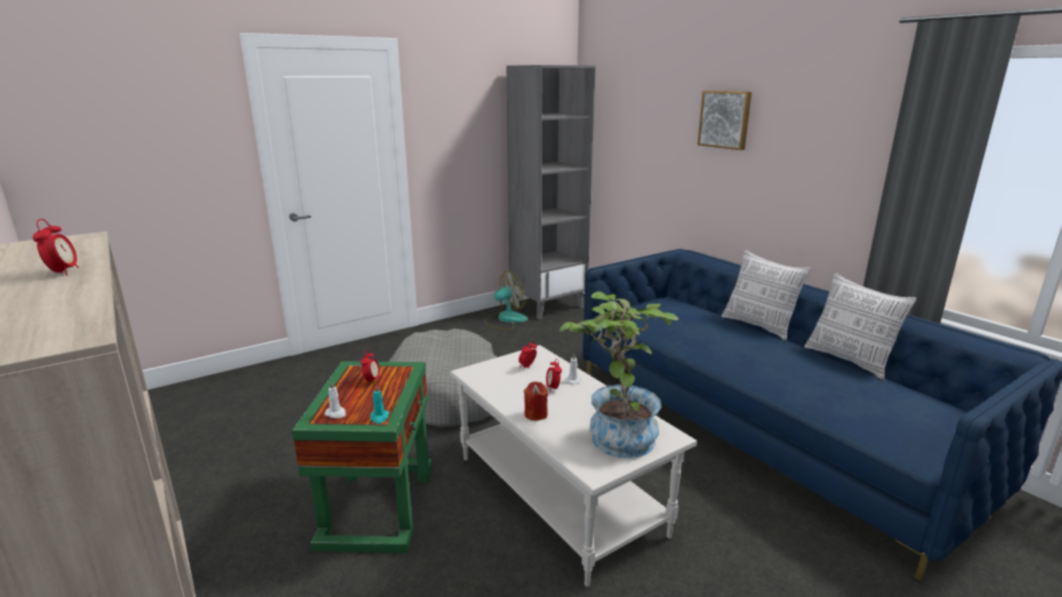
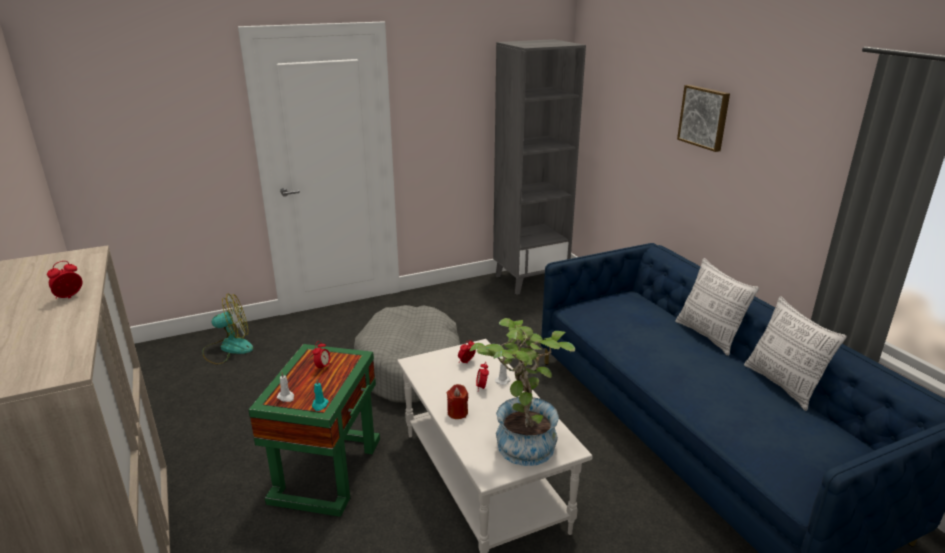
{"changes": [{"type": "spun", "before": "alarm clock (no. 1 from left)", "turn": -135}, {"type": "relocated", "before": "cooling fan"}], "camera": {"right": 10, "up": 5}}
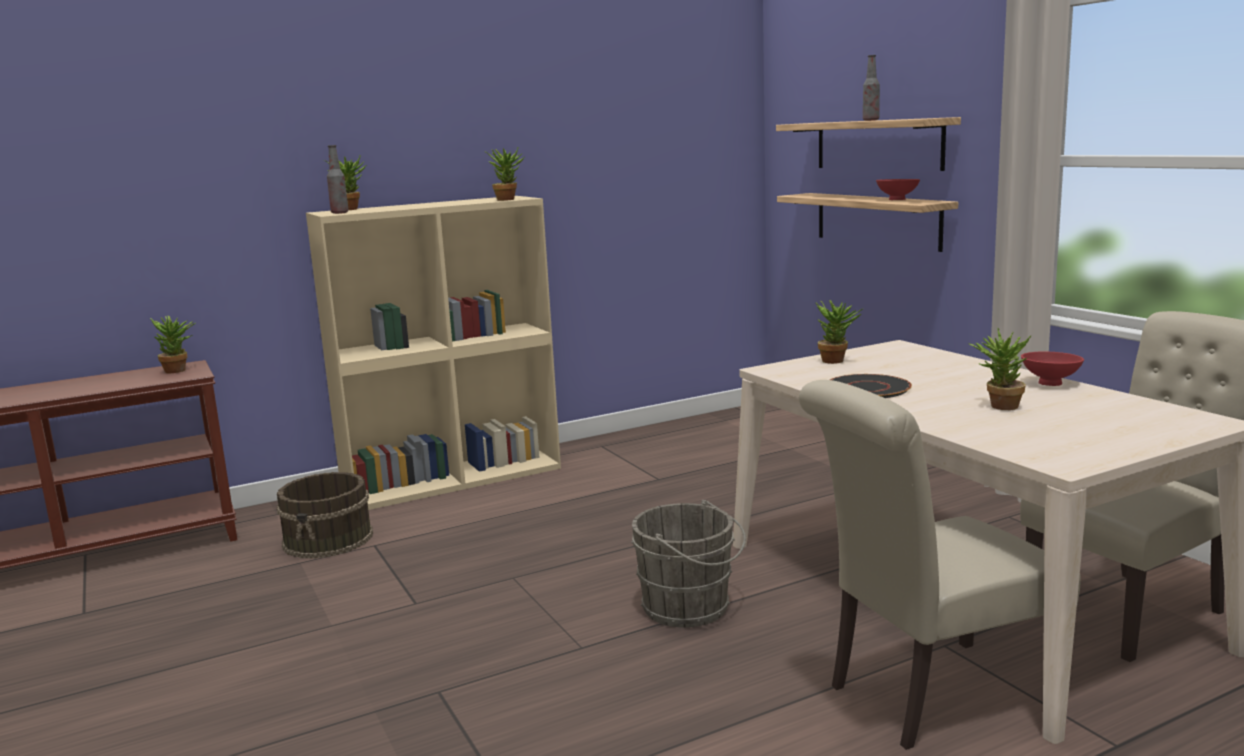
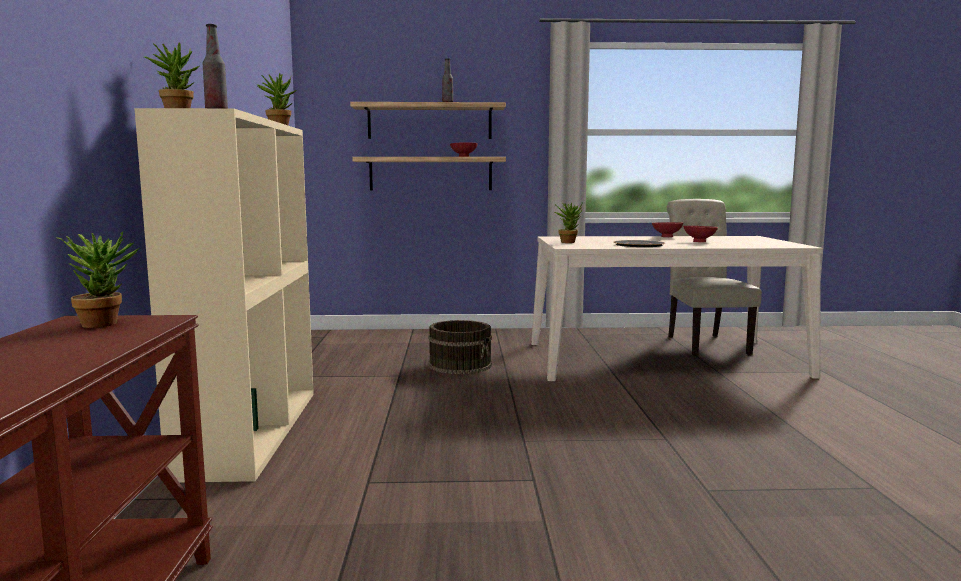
{"changes": [{"type": "exchanged", "before": "plant in a pot (no. 5 from left)", "after": "reddish deep dish (no. 3 from left)"}, {"type": "missing", "before": "sand-coloured upright chair (no. 1 from left)"}, {"type": "relocated", "before": "brownish bucket"}, {"type": "missing", "before": "grey bucket"}], "camera": {"right": -65, "up": -5}}
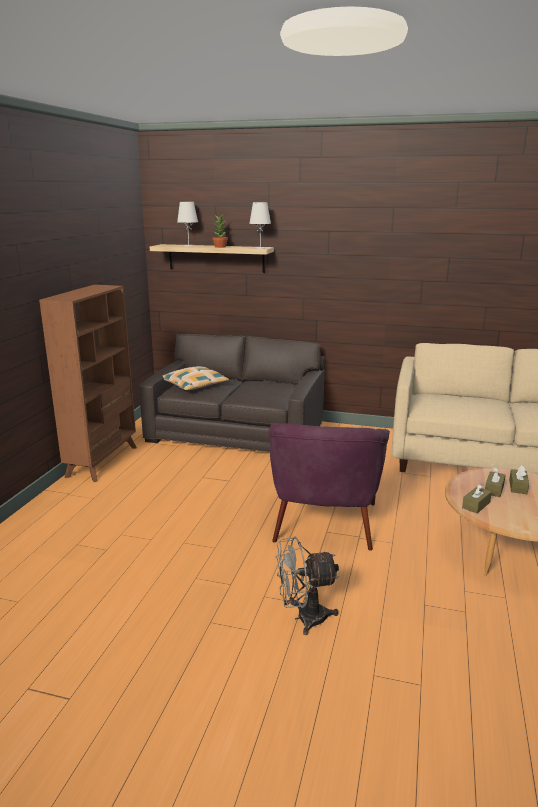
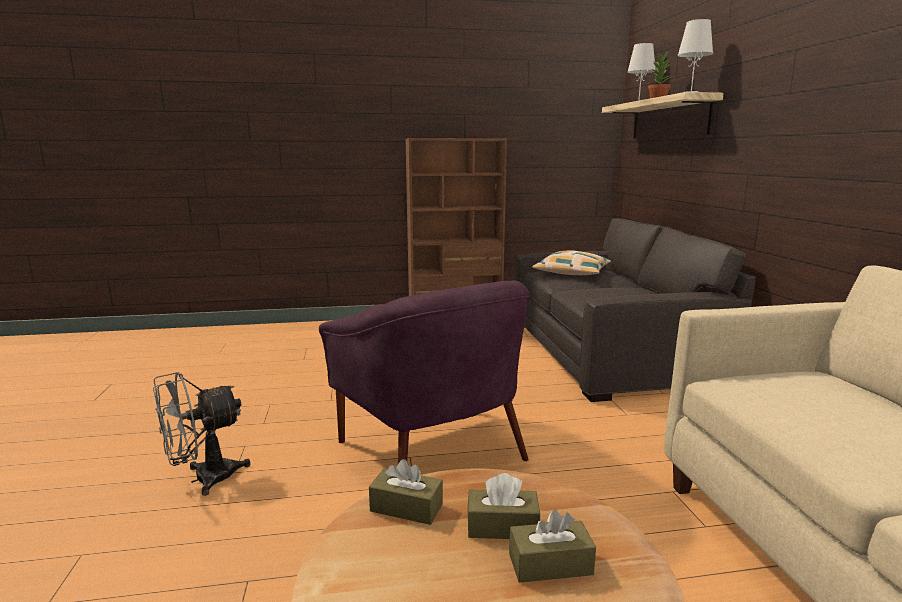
{"changes": [{"type": "spun", "before": "purplish armchair", "turn": -105}, {"type": "spun", "before": "grey cooling fan", "turn": -90}], "camera": {"right": 65, "up": -5}}
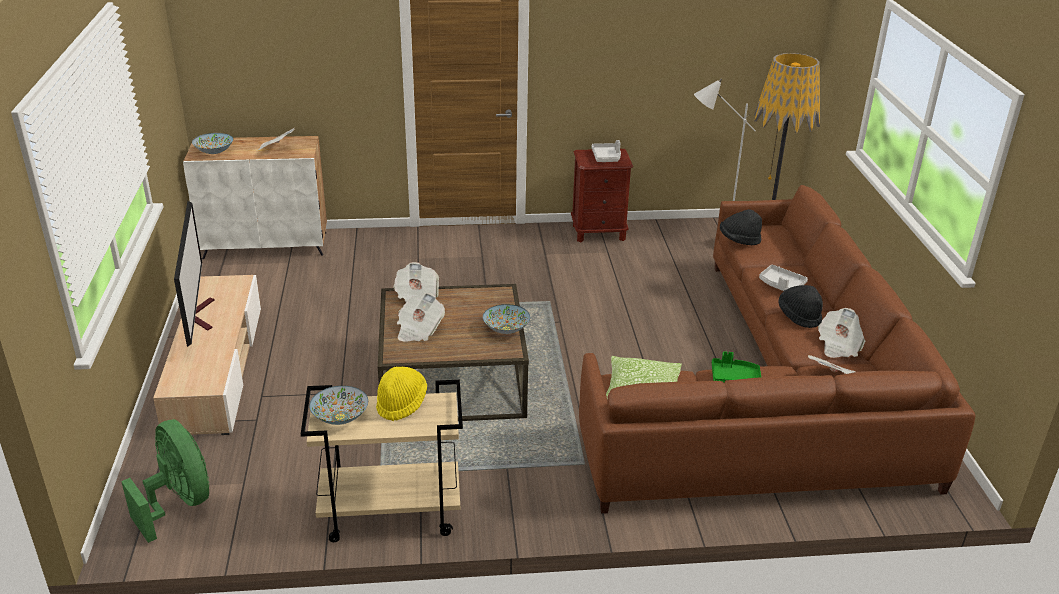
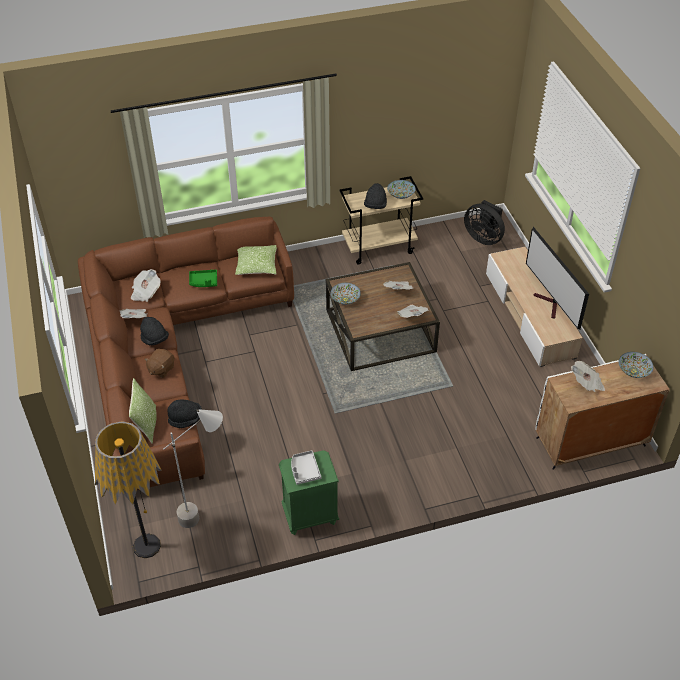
{"changes": [{"type": "colour", "before": "brownish bedside table", "after": "green-coloured bedside table"}, {"type": "exchanged", "before": "grey carrying tray (no. 2 from left)", "after": "brownish plush toy"}, {"type": "colour", "before": "yellowish clothing hat", "after": "black-coloured clothing hat (no. 3 from left)"}, {"type": "colour", "before": "green-coloured cooling fan", "after": "black-coloured cooling fan"}, {"type": "appeared", "after": "pillow (no. 1 from left)"}], "camera": {"right": 170, "up": 15}}
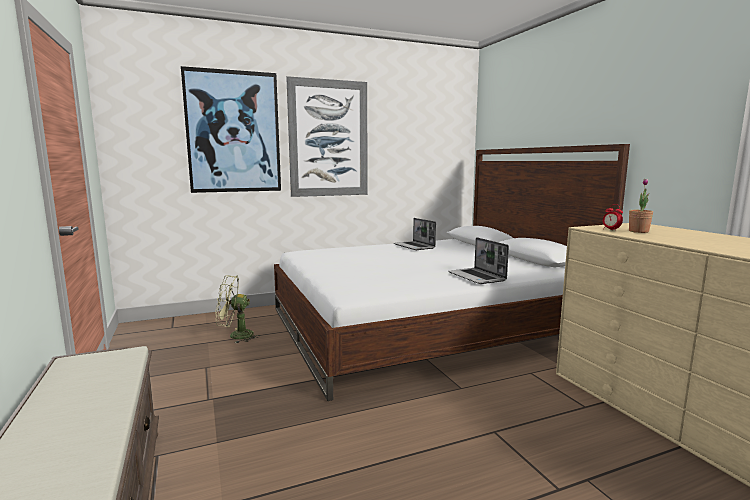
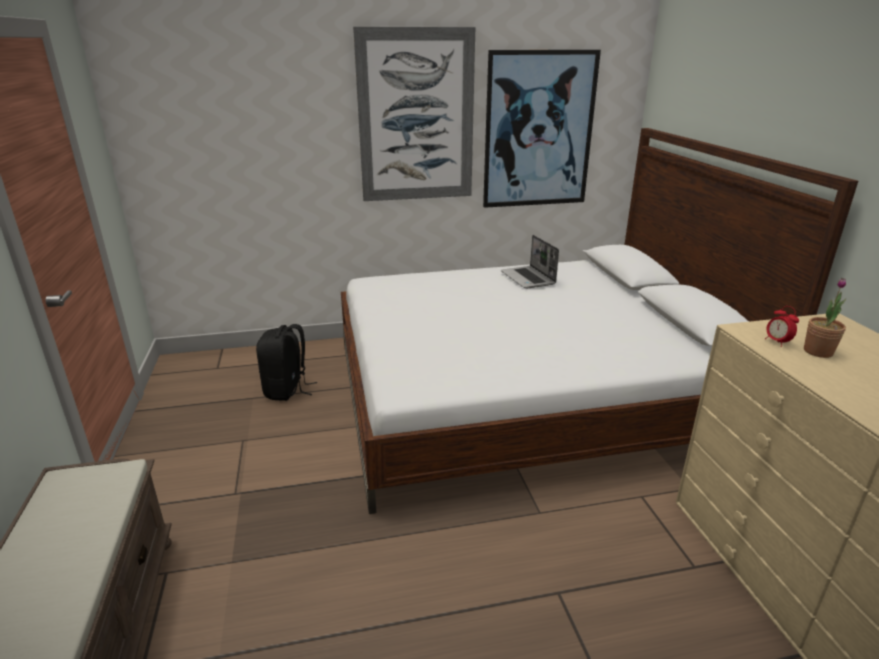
{"changes": [{"type": "relocated", "before": "picture (no. 1 from left in the first image)", "after": "picture (no. 2 from left)"}, {"type": "missing", "before": "laptop (no. 2 from left)"}, {"type": "exchanged", "before": "green-coloured cooling fan", "after": "black-coloured rucksack"}], "camera": {"right": 10, "up": 15}}
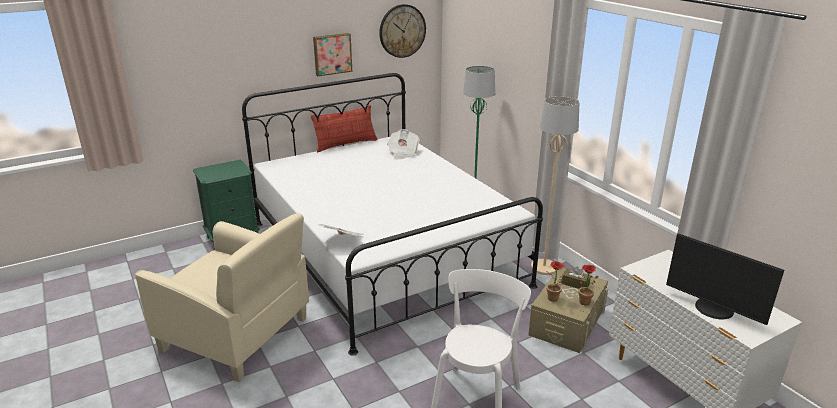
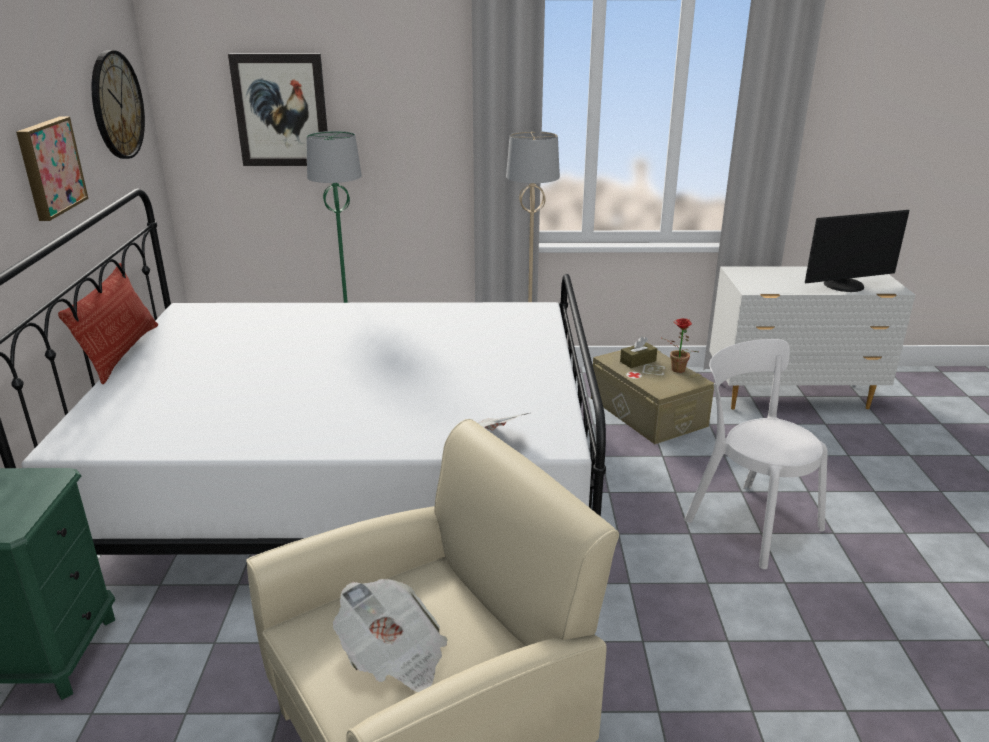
{"changes": [{"type": "relocated", "before": "printed paper (no. 2 from left in the first image)", "after": "printed paper (no. 1 from left)"}, {"type": "missing", "before": "plant in a pot (no. 1 from left)"}, {"type": "appeared", "after": "picture (no. 2 from left)"}], "camera": {"right": -60, "up": 0}}
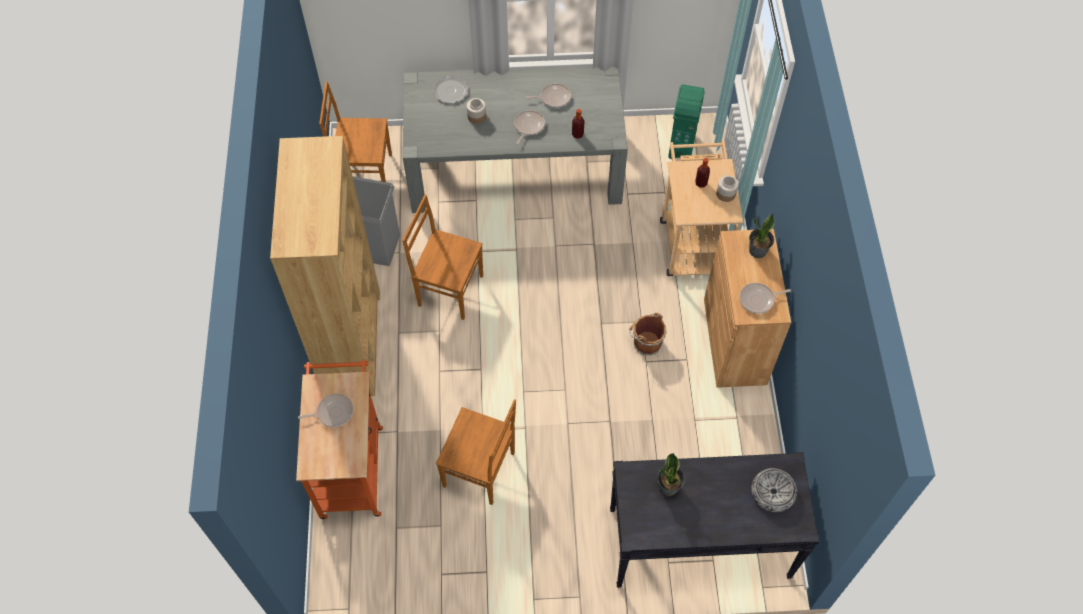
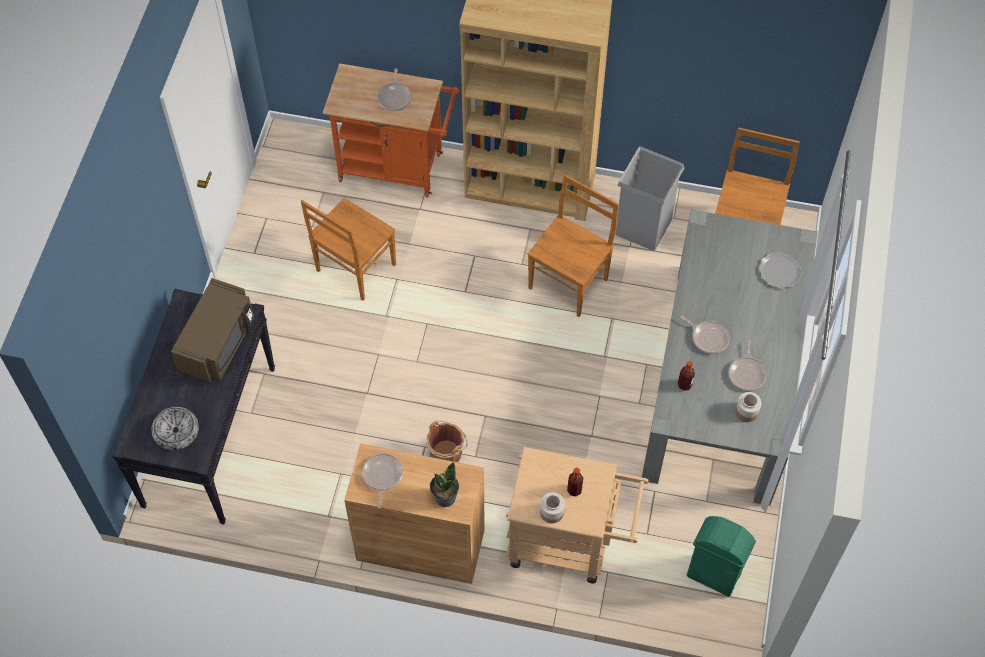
{"changes": [{"type": "relocated", "before": "jar (no. 1 from left in the first image)", "after": "jar (no. 2 from left)"}, {"type": "exchanged", "before": "plant in a pot (no. 1 from left)", "after": "brownish microwave"}], "camera": {"right": 105, "up": 0}}
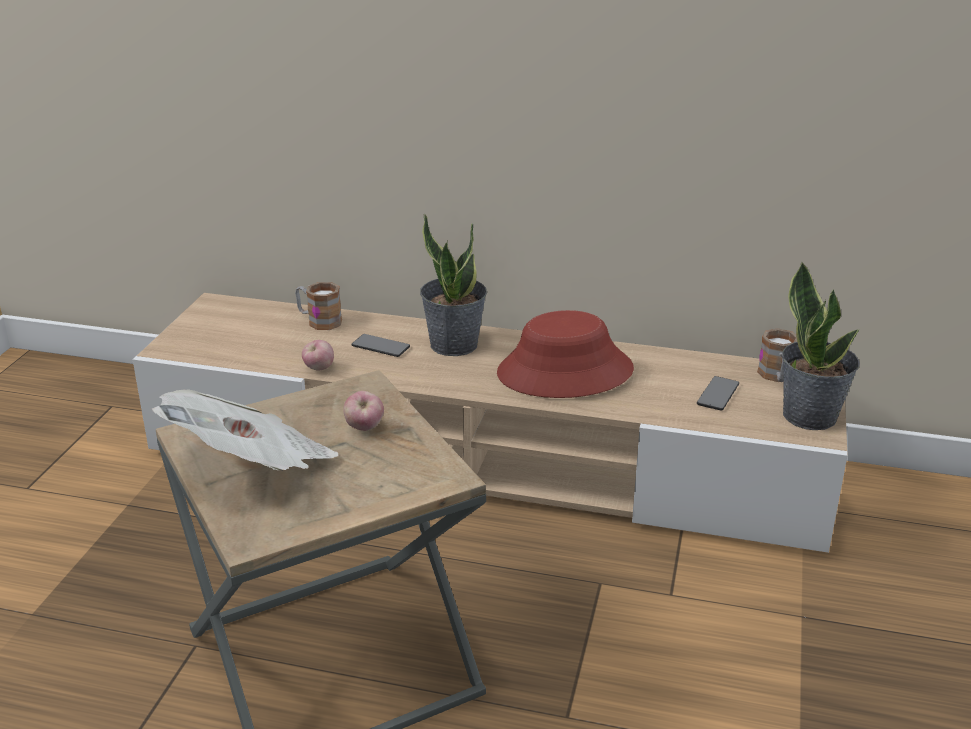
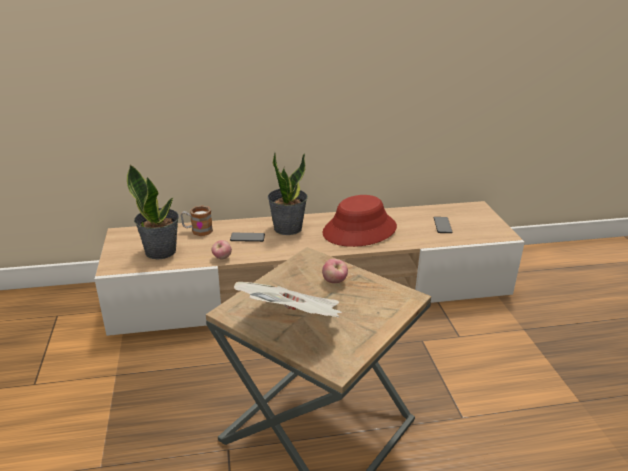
{"changes": [{"type": "relocated", "before": "plant in a pot (no. 2 from left in the first image)", "after": "plant in a pot (no. 1 from left)"}, {"type": "missing", "before": "coffee mug (no. 2 from left)"}], "camera": {"right": -25, "up": 0}}
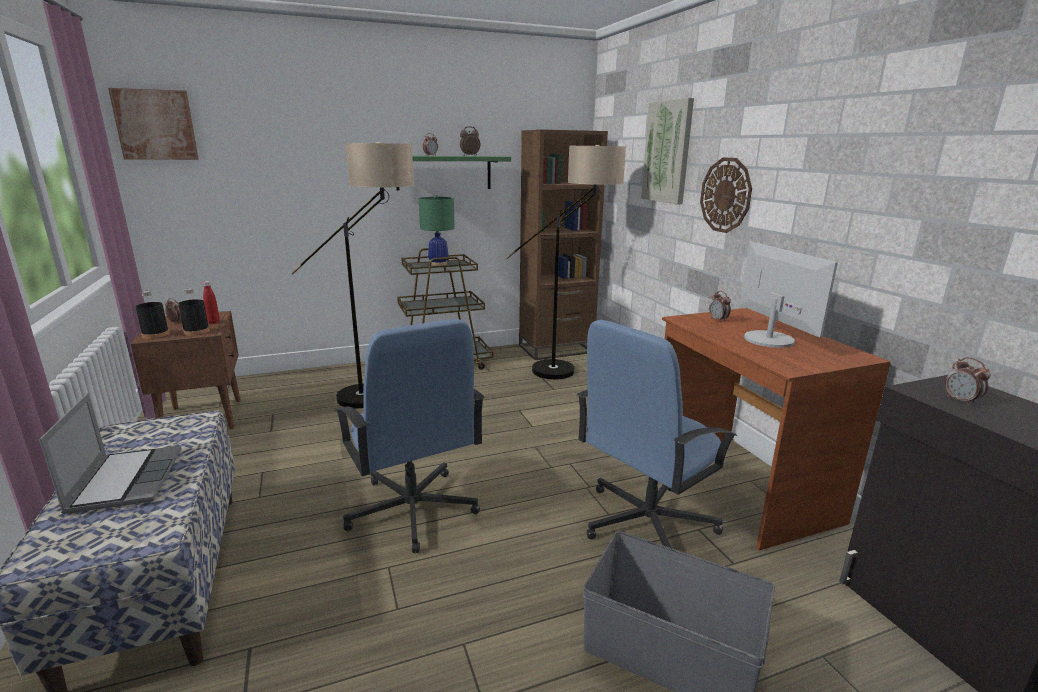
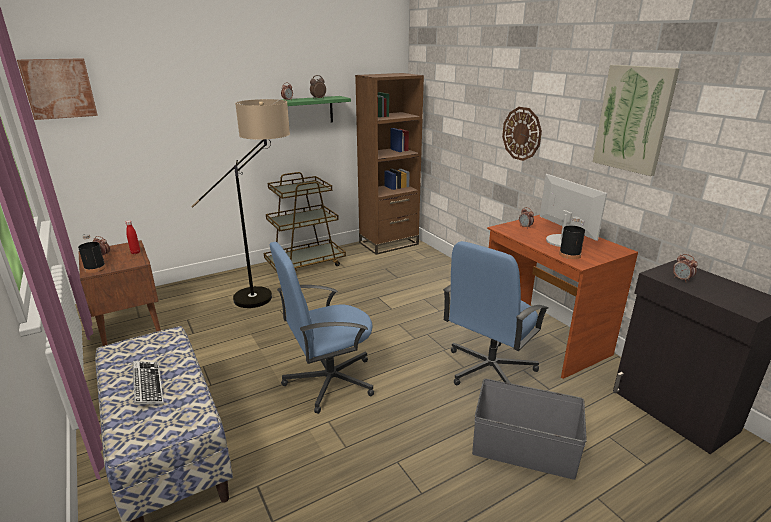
{"changes": [{"type": "relocated", "before": "picture (no. 2 from left)"}, {"type": "missing", "before": "standard lamp (no. 2 from left)"}, {"type": "missing", "before": "green-coloured table lamp"}, {"type": "relocated", "before": "black-coloured bottle (no. 2 from left)"}, {"type": "spun", "before": "bluish desk chair (no. 1 from left)", "turn": 105}, {"type": "exchanged", "before": "laptop", "after": "PC keyboard"}], "camera": {"right": -10, "up": 5}}
